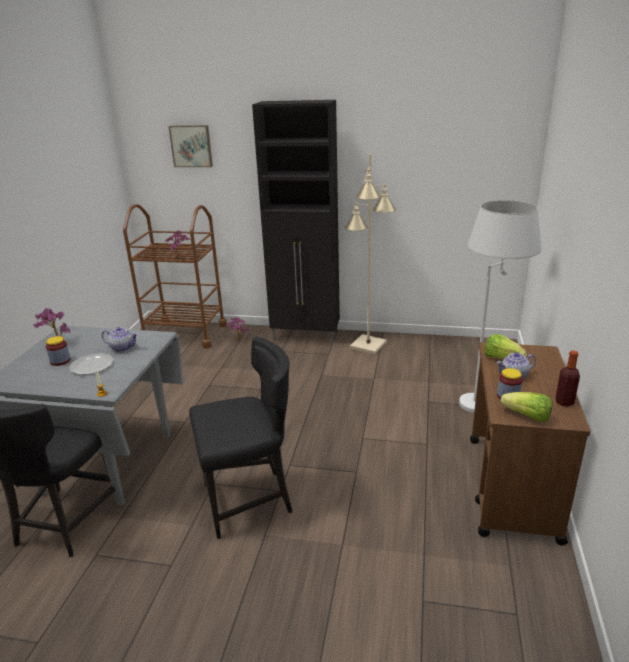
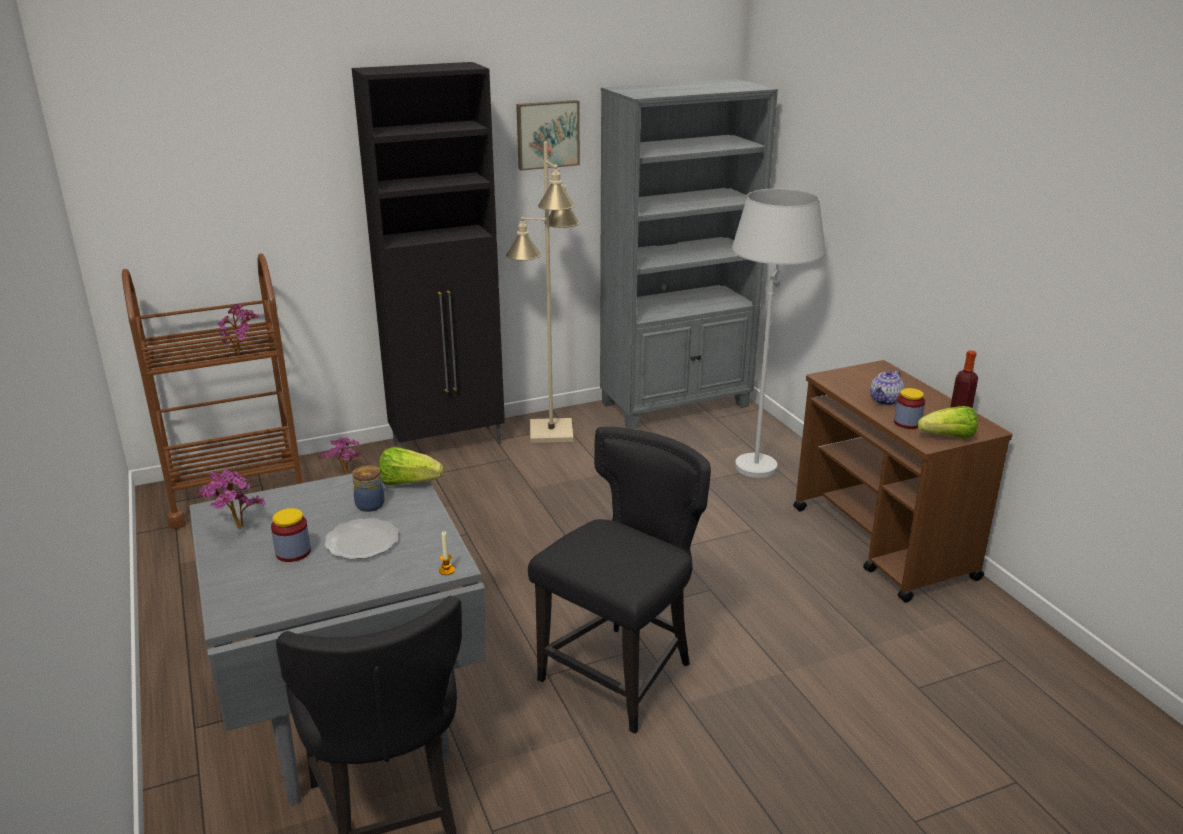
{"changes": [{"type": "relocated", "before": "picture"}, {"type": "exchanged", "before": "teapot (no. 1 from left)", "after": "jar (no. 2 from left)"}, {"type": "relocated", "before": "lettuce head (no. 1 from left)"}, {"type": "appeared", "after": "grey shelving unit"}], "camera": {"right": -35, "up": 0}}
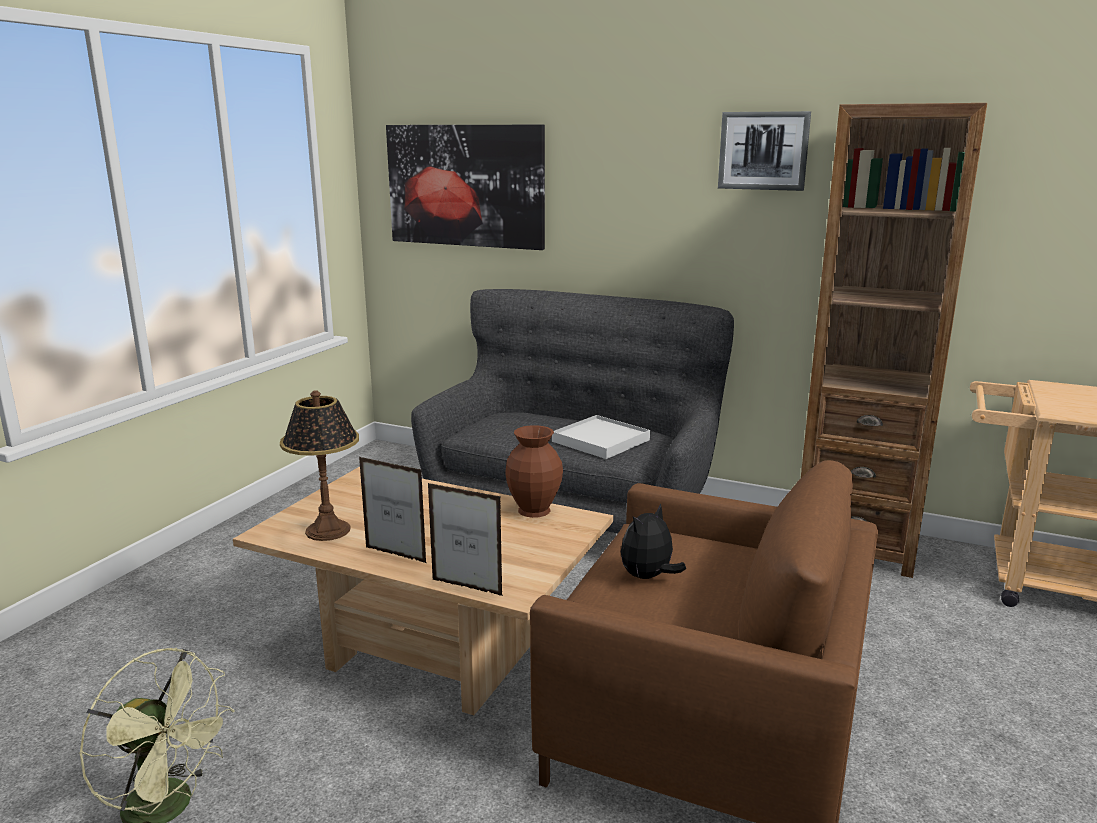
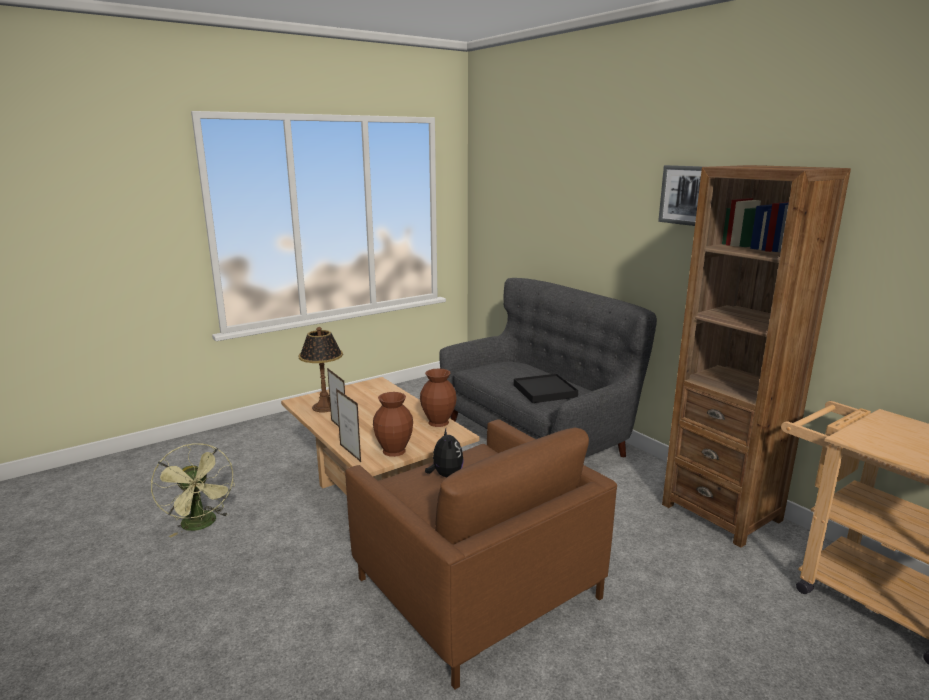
{"changes": [{"type": "missing", "before": "picture (no. 1 from left)"}, {"type": "colour", "before": "white carrying tray", "after": "black-coloured carrying tray"}, {"type": "spun", "before": "plush toy", "turn": 90}, {"type": "appeared", "after": "brownish decorative vase (no. 1 from left)"}], "camera": {"right": 30, "up": 0}}
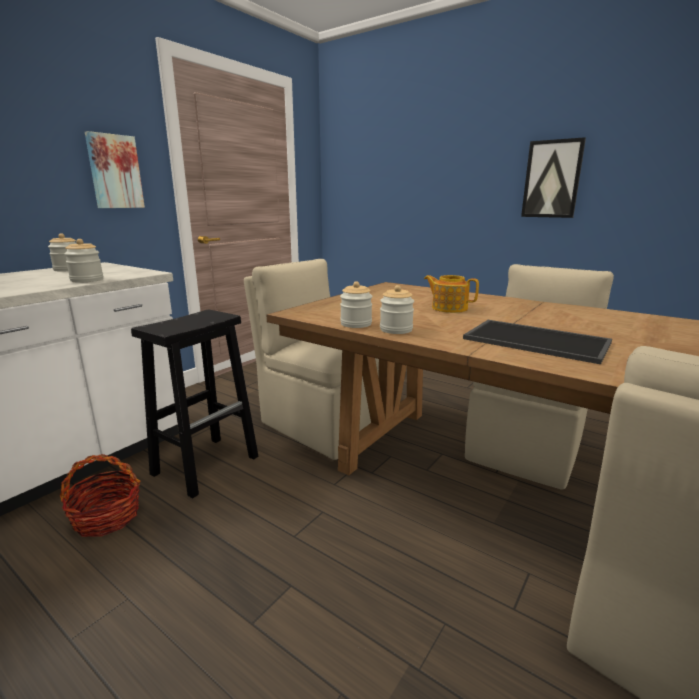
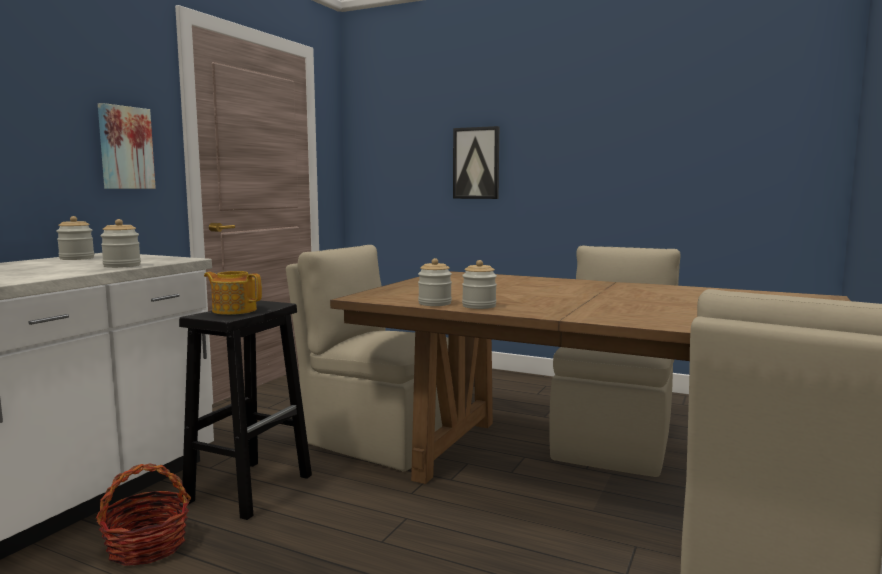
{"changes": [{"type": "relocated", "before": "picture (no. 2 from left)"}, {"type": "relocated", "before": "teapot"}, {"type": "missing", "before": "carrying tray"}], "camera": {"right": -10, "up": -10}}
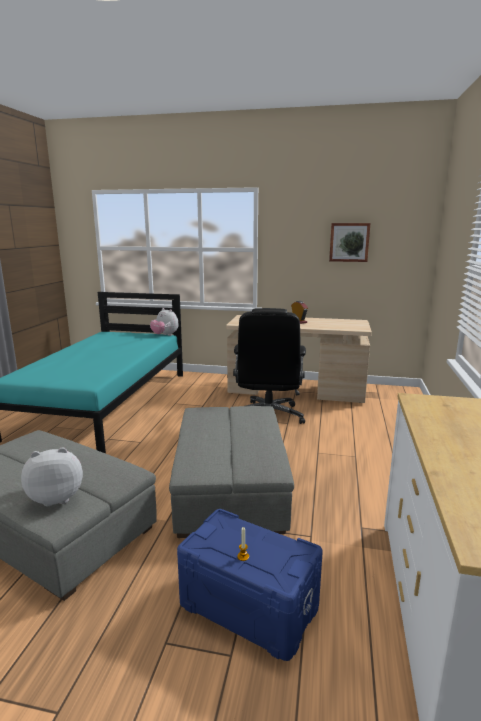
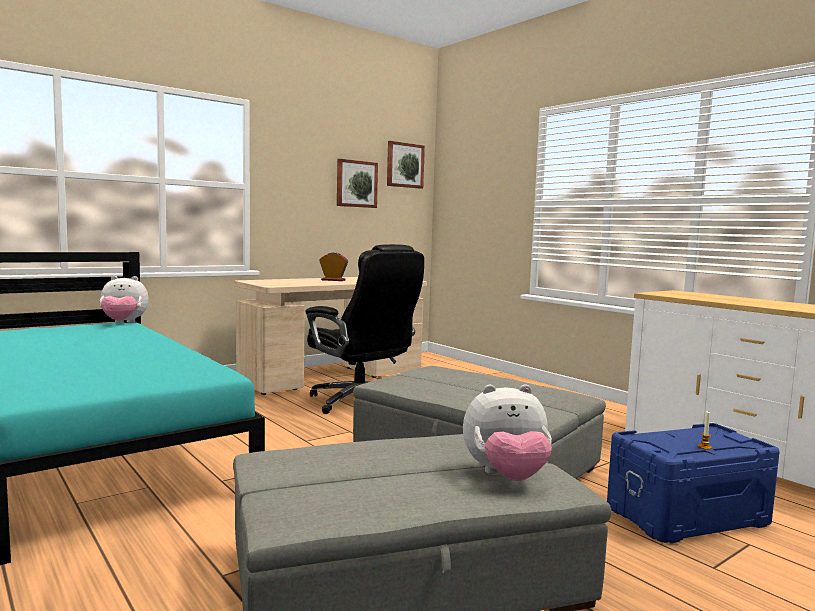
{"changes": [{"type": "spun", "before": "plush toy (no. 1 from left in the first image)", "turn": -120}, {"type": "appeared", "after": "picture (no. 2 from left)"}], "camera": {"right": -50, "up": -10}}
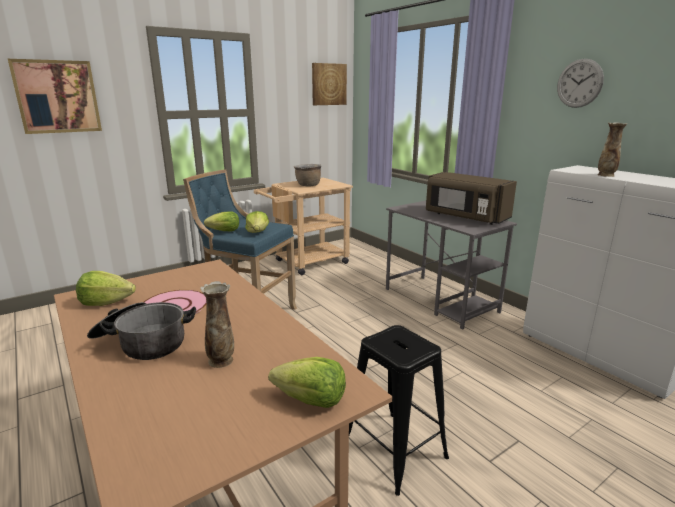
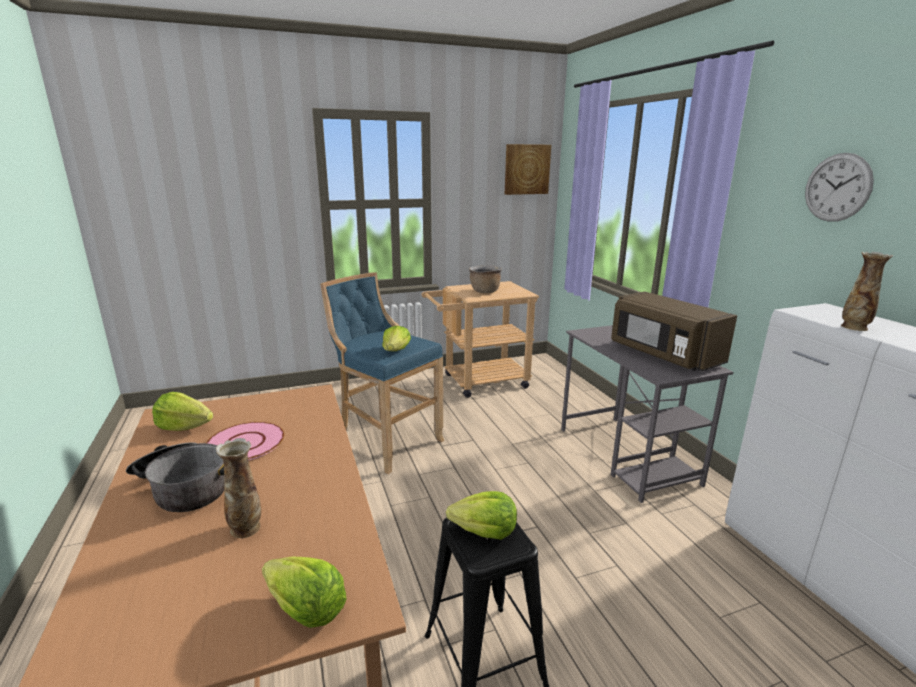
{"changes": [{"type": "missing", "before": "picture (no. 1 from left)"}, {"type": "relocated", "before": "lettuce head (no. 2 from left in the first image)", "after": "lettuce head (no. 4 from left)"}], "camera": {"right": 15, "up": 0}}
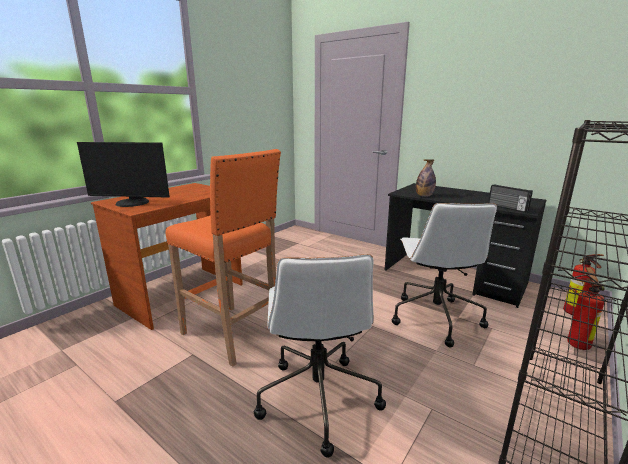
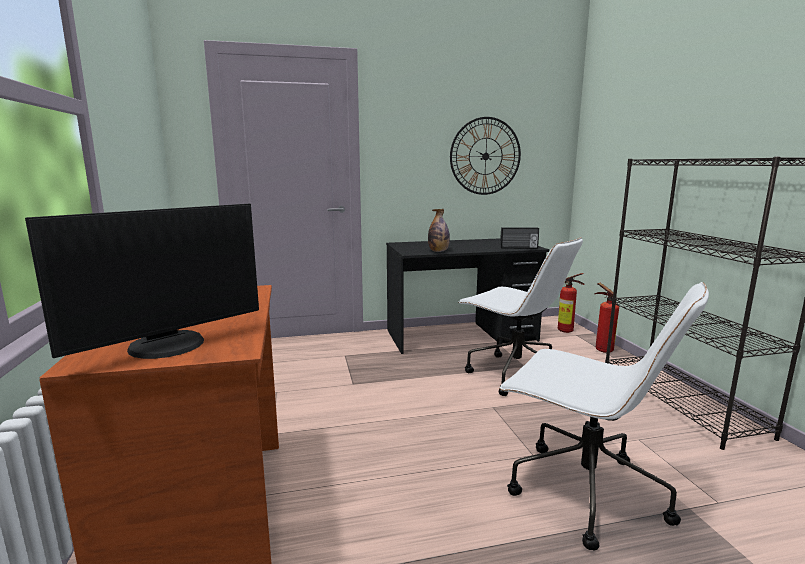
{"changes": [{"type": "missing", "before": "orangey stool seat"}, {"type": "appeared", "after": "hanging clock"}], "camera": {"right": -50, "up": -5}}
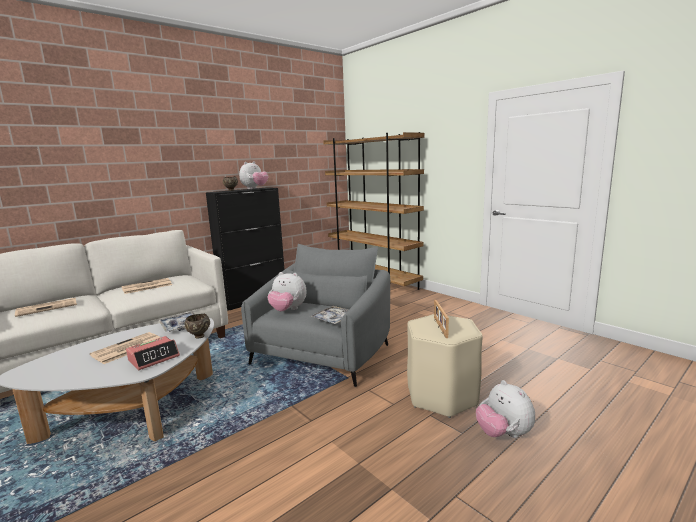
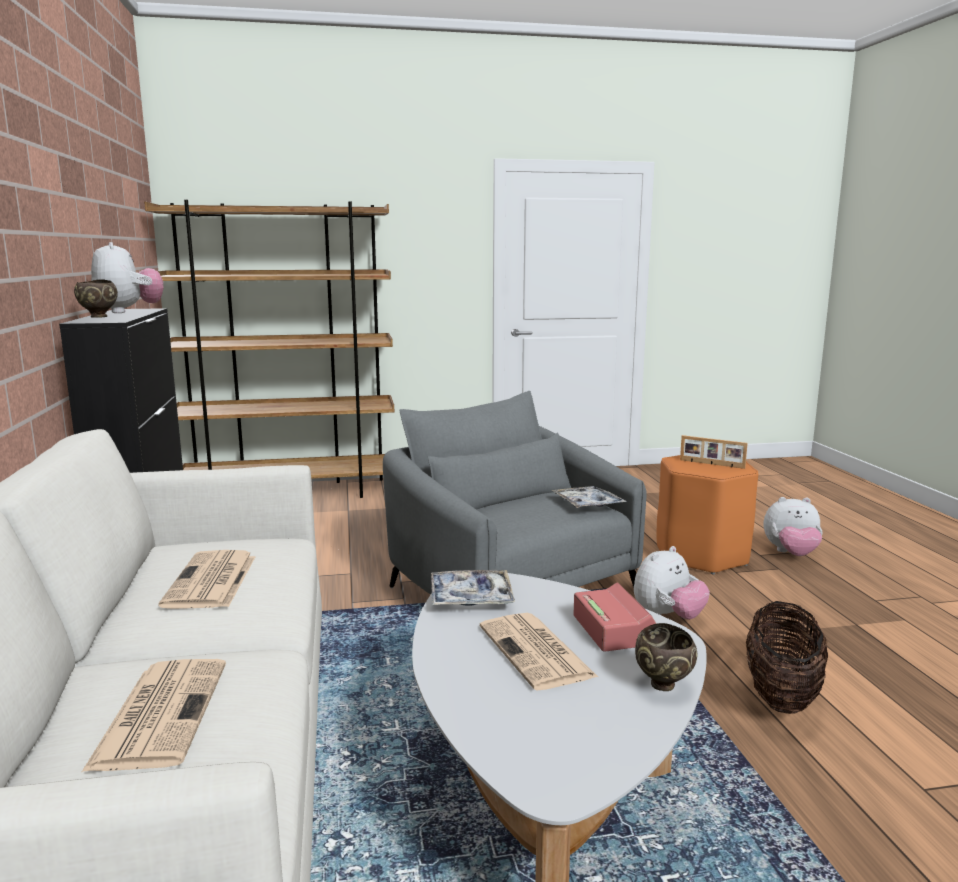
{"changes": [{"type": "relocated", "before": "plush toy (no. 2 from left)"}, {"type": "relocated", "before": "brownish deep dish (no. 1 from left in the first image)", "after": "brownish deep dish (no. 2 from left)"}, {"type": "colour", "before": "sand-coloured stool seat", "after": "orangey stool seat"}, {"type": "appeared", "after": "basket"}], "camera": {"right": -60, "up": 0}}
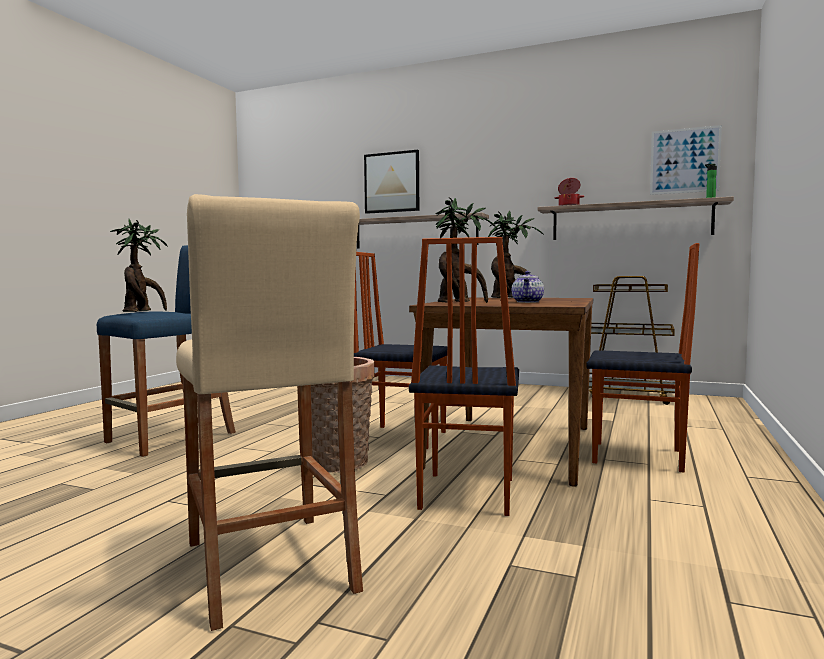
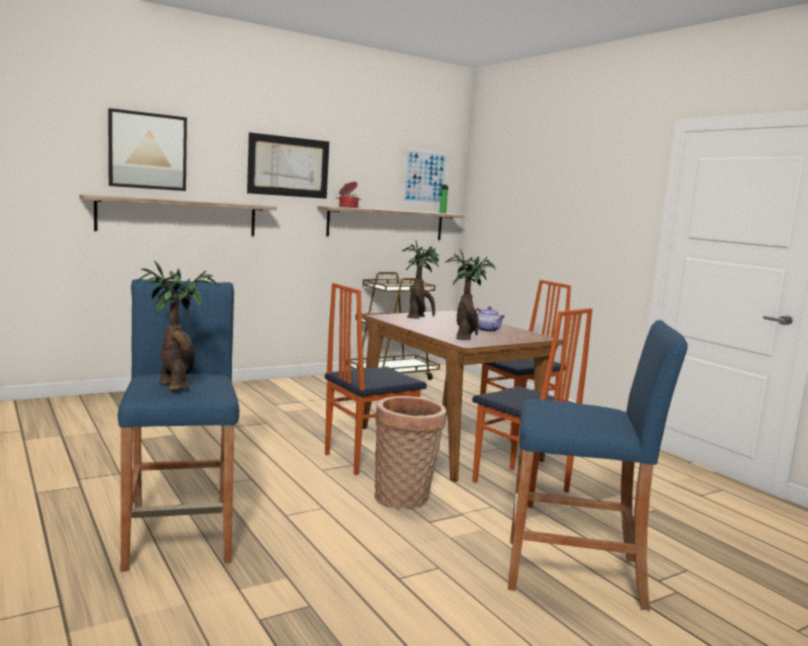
{"changes": [{"type": "colour", "before": "sand-coloured stool seat", "after": "bluish stool seat (no. 2 from left)"}, {"type": "appeared", "after": "picture (no. 2 from left)"}], "camera": {"right": -55, "up": 5}}
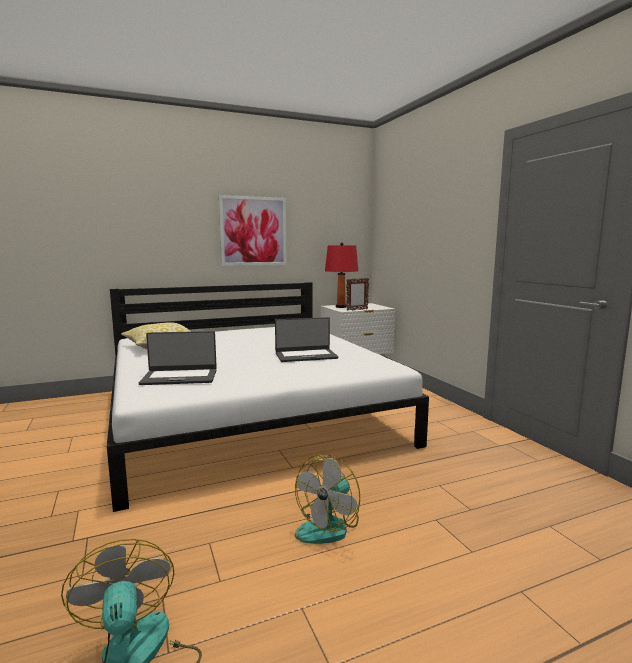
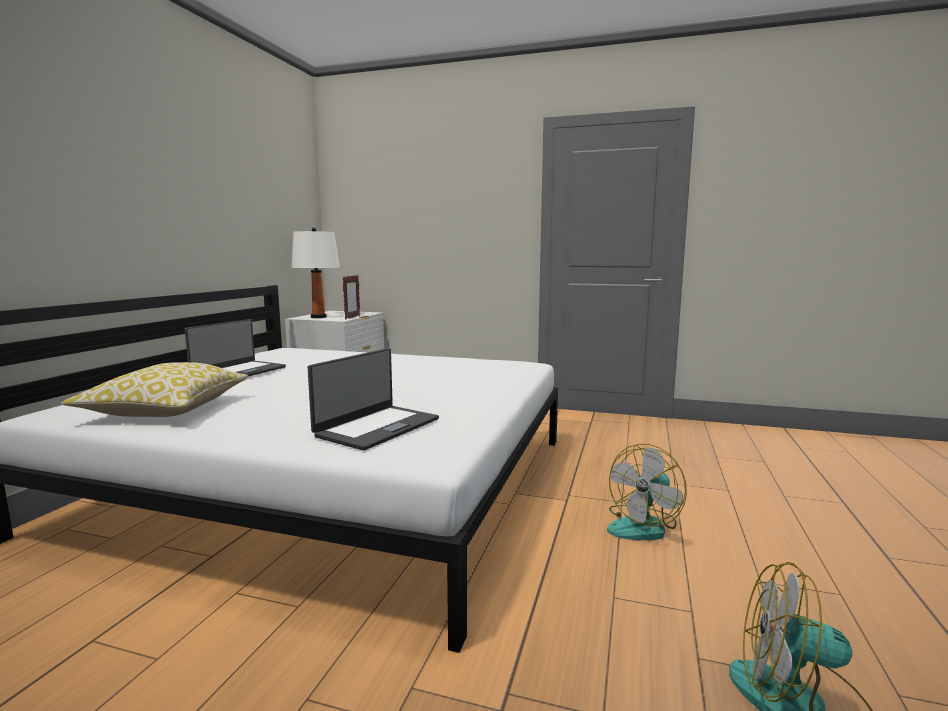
{"changes": [{"type": "missing", "before": "picture"}, {"type": "colour", "before": "reddish table lamp", "after": "white table lamp"}, {"type": "relocated", "before": "laptop (no. 2 from left in the first image)", "after": "laptop (no. 1 from left)"}, {"type": "spun", "before": "cooling fan (no. 2 from left in the first image)", "turn": 60}], "camera": {"right": -50, "up": 0}}
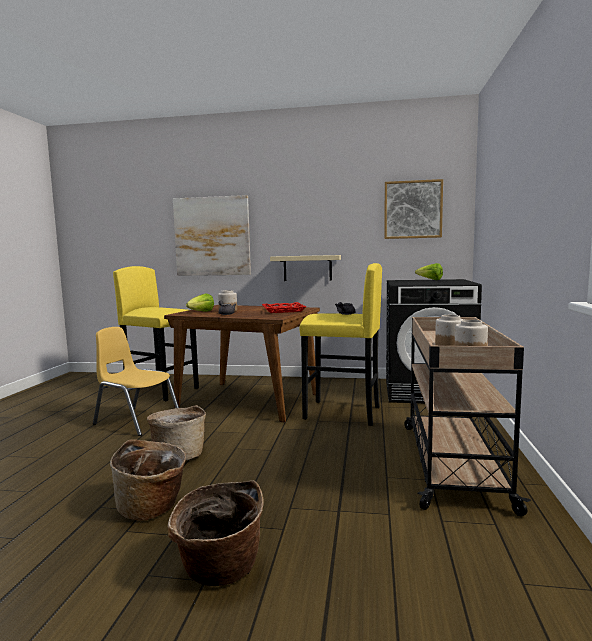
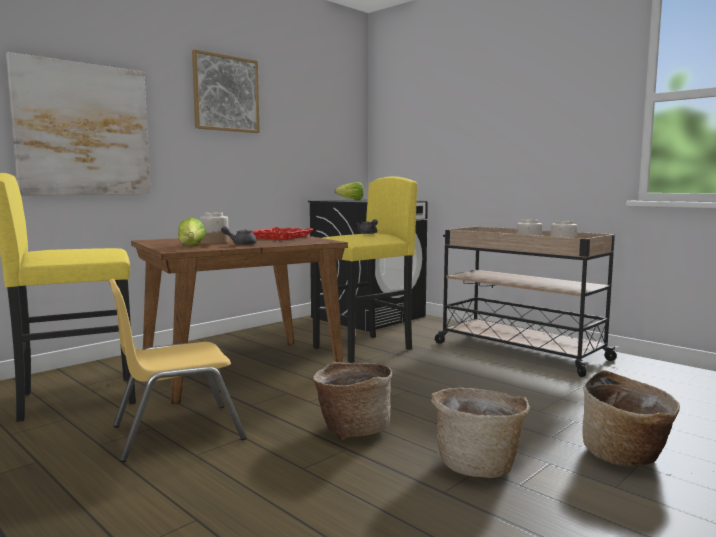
{"changes": [{"type": "relocated", "before": "picture (no. 2 from left)"}, {"type": "missing", "before": "sand-coloured shelf"}], "camera": {"right": -55, "up": 0}}
